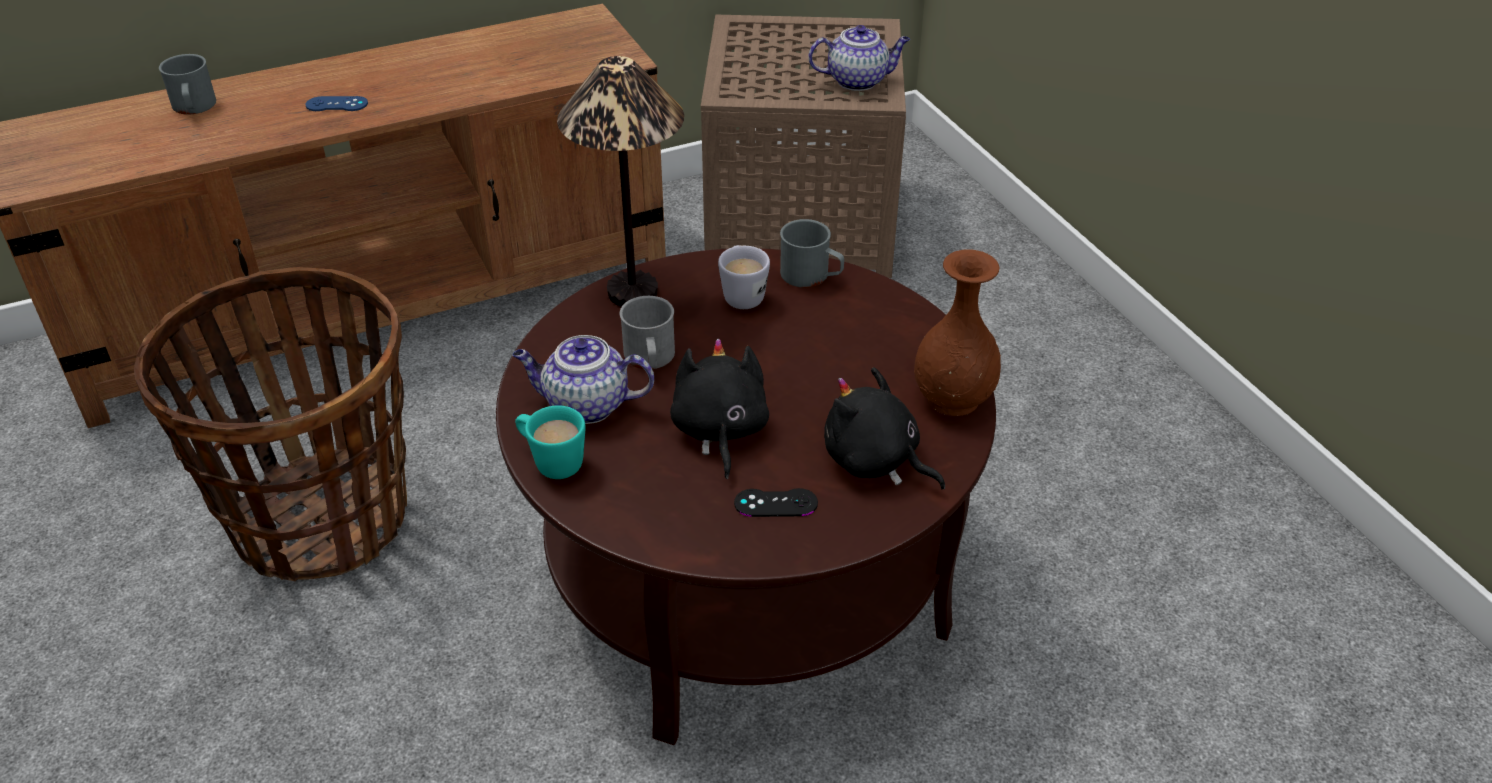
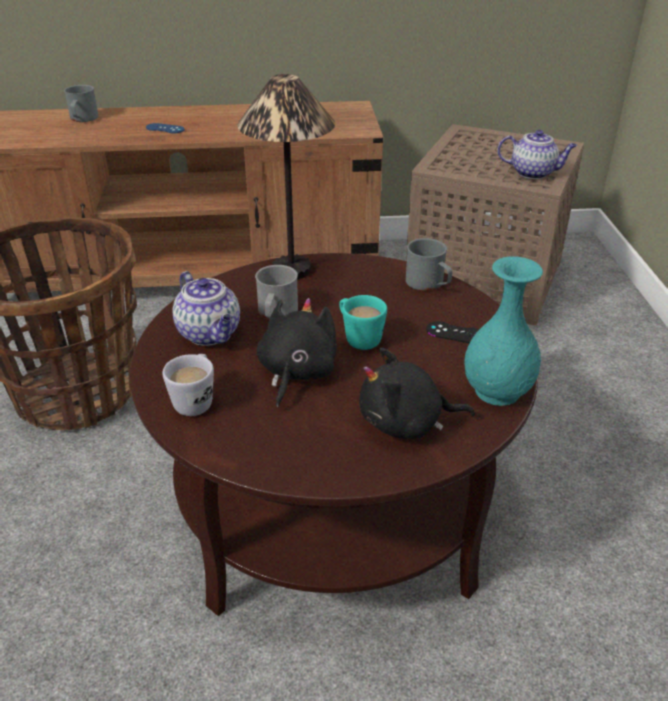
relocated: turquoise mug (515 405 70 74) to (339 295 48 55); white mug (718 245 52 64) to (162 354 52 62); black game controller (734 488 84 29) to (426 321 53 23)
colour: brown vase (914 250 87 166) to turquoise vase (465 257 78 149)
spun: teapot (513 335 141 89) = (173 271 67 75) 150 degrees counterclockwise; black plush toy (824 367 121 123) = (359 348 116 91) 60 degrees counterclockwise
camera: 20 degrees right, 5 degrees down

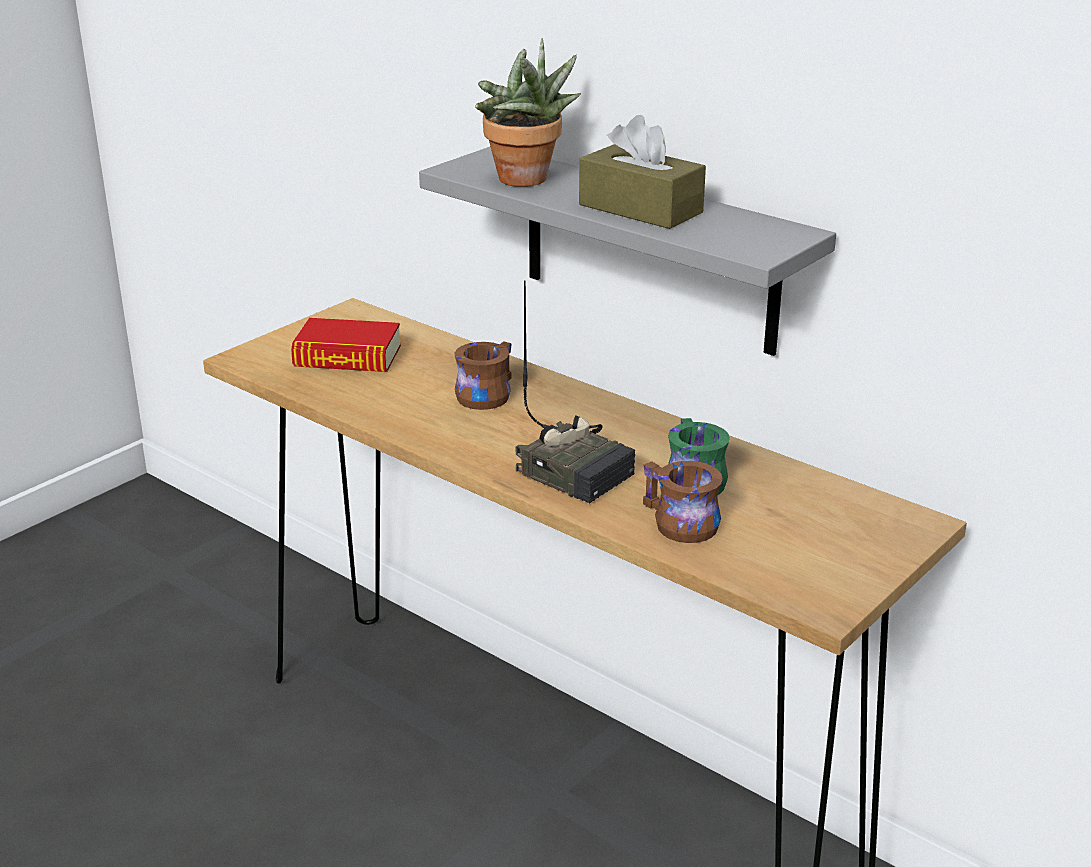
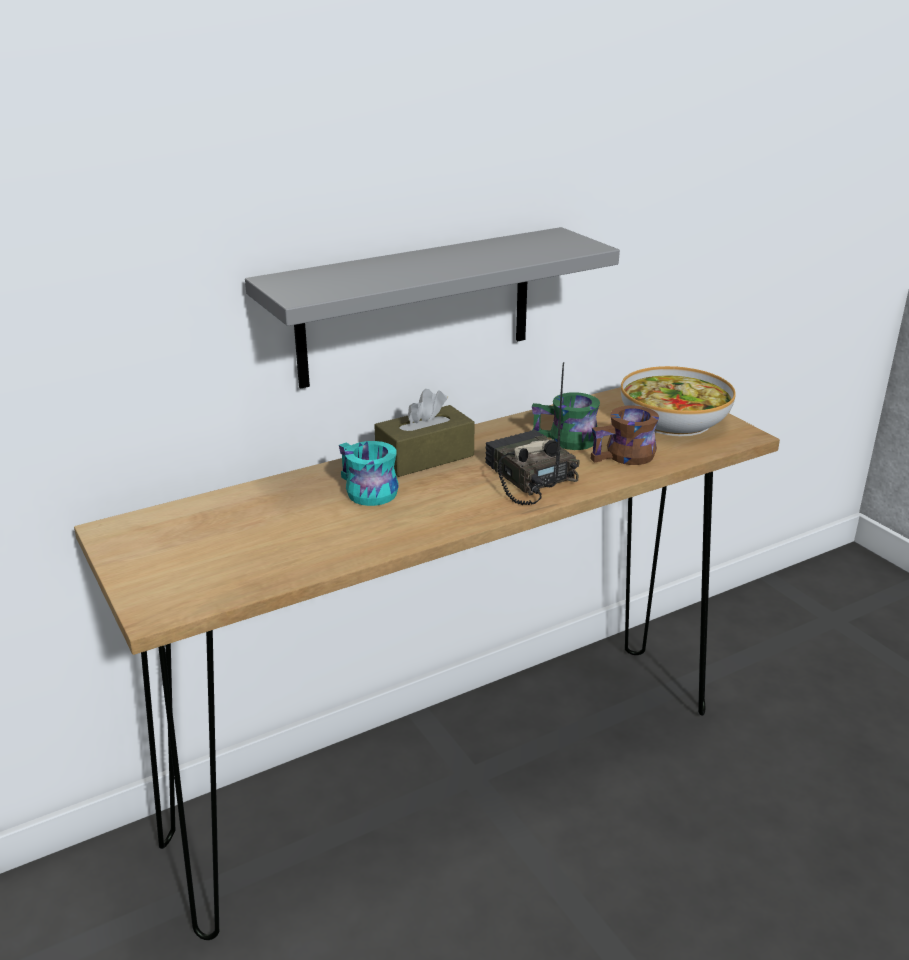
missing: book (291 318 110 54); potted plant (475 38 106 149)
appeared: bowl (621 366 115 71)
relocated: brown tissue box (579 115 127 114) to (374 389 100 88)
colour: brown mug (455 341 57 69) to turquoise mug (339 441 59 65)
spun: radio (515 280 120 223) = (485 362 95 143) 90 degrees counterclockwise
camera: 70 degrees left, 0 degrees up

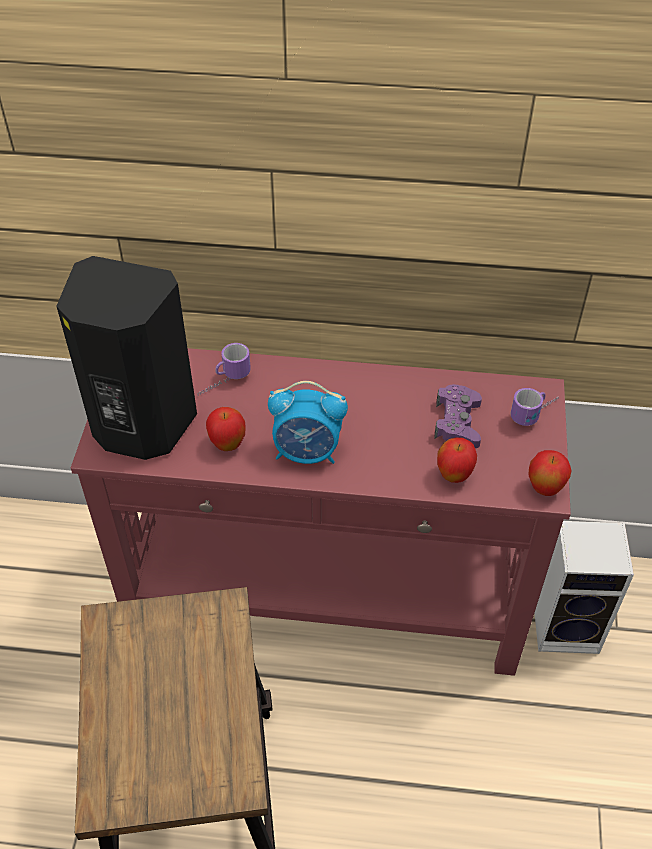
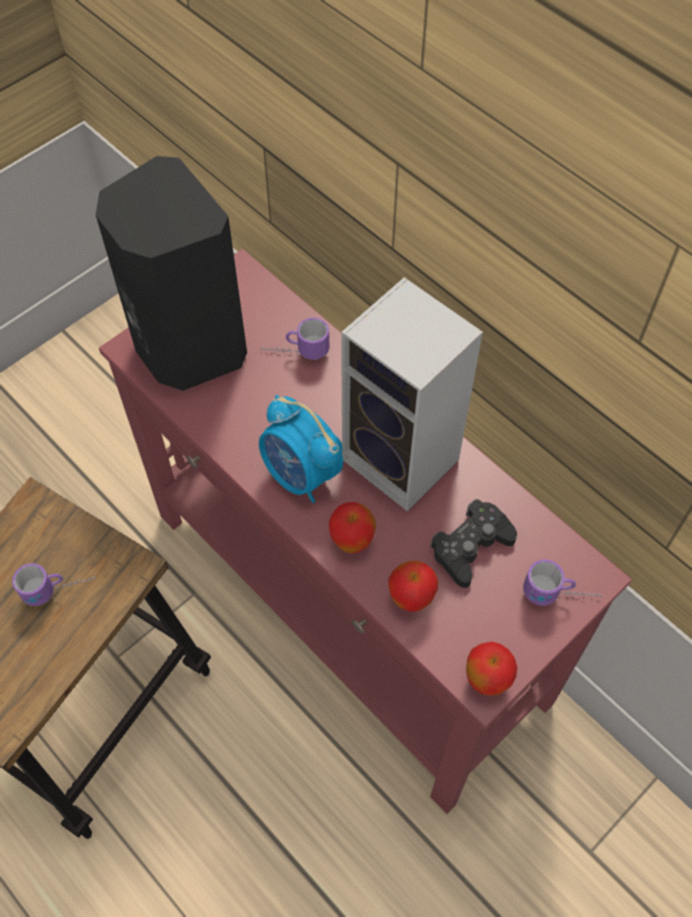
appeared: mug (12 563 84 43)
relocated: apple (206 407 40 44) to (329 502 47 52); speaker (535 521 99 133) to (341 277 142 234)
colour: purple game controller (434 384 48 64) to black game controller (430 499 87 89)
camera: 40 degrees right, 10 degrees up

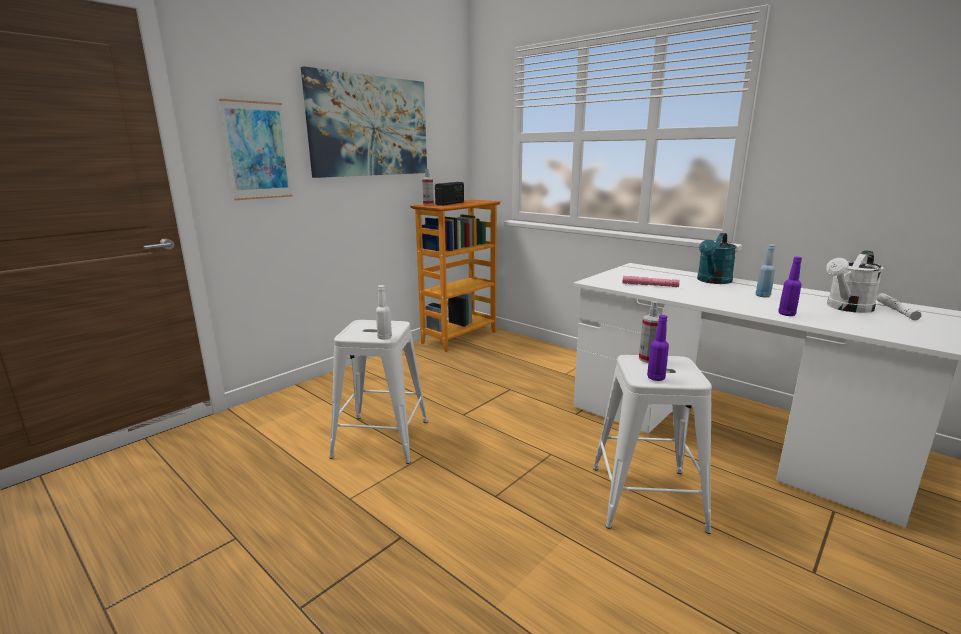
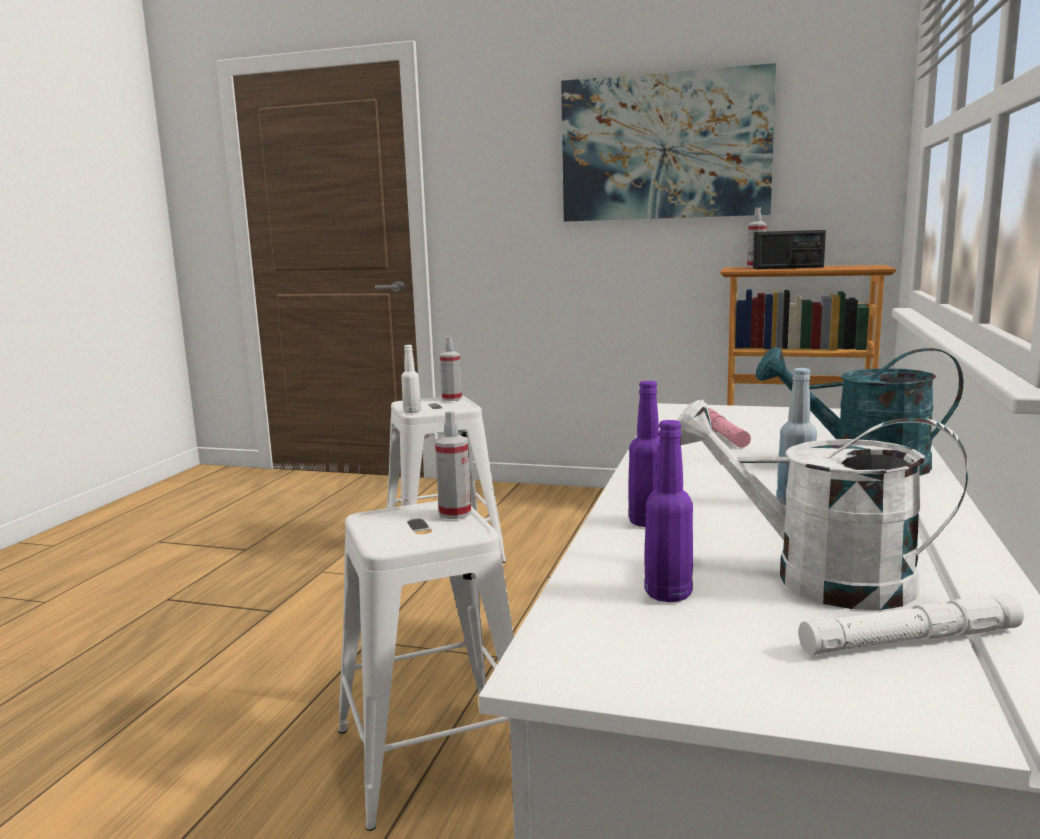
missing: picture (219 99 74 101)
appeared: spray bottle (440 337 22 64)
relocated: purple bottle (647 315 22 66) to (644 420 49 182)
camera: 65 degrees right, 5 degrees down

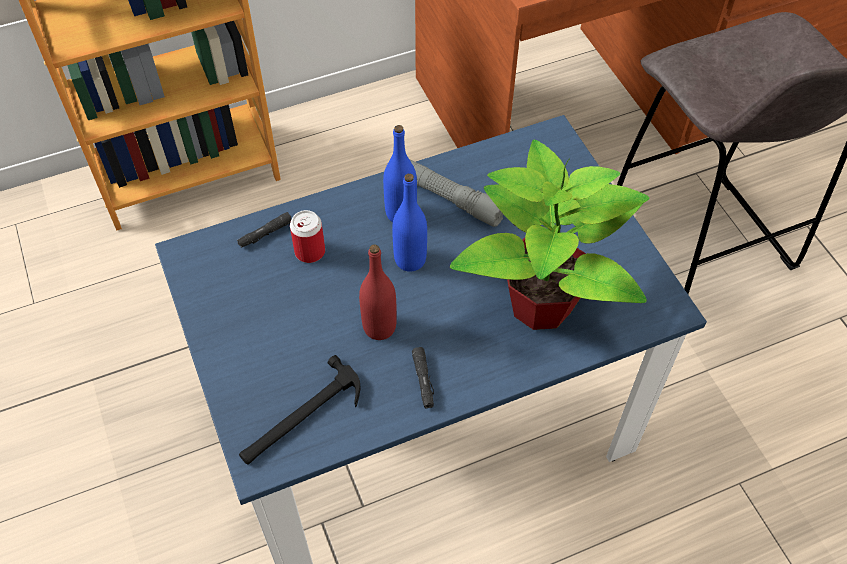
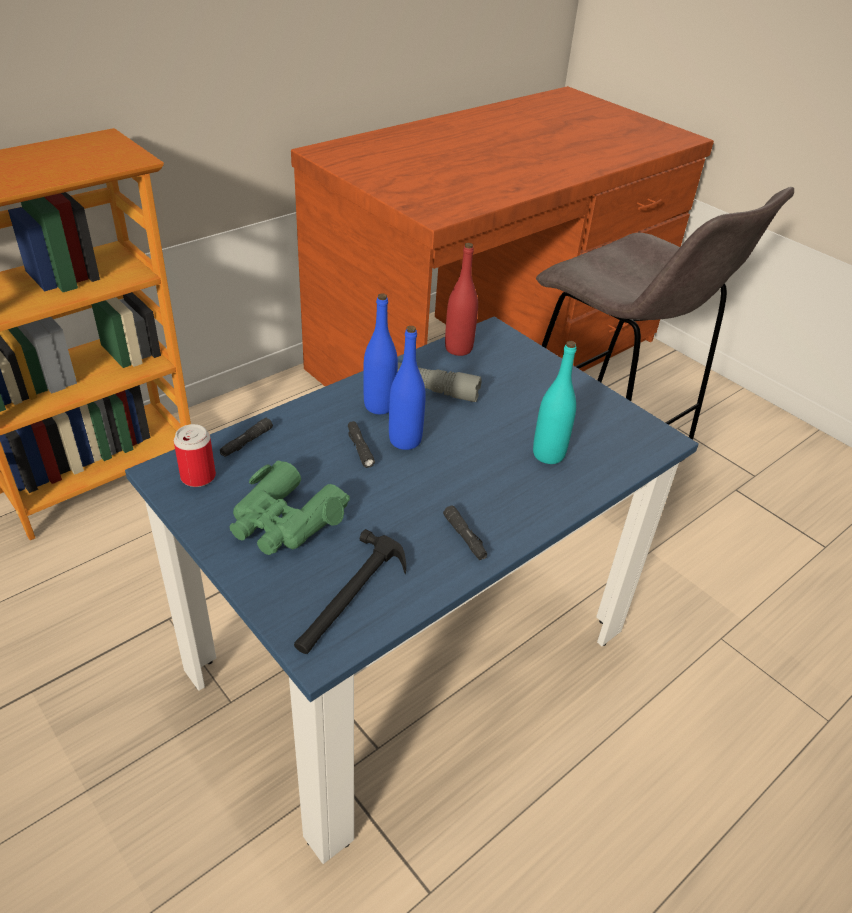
appeared: green binoculars (230 460 120 95); black flashlight (348 421 27 47)
relocated: can (290 210 35 53) to (174 424 42 63); red bottle (359 245 38 95) to (445 243 33 113)
exchanged: potted plant (450 140 199 190) to turquoise bottle (533 341 44 123)
camera: 20 degrees left, 15 degrees down

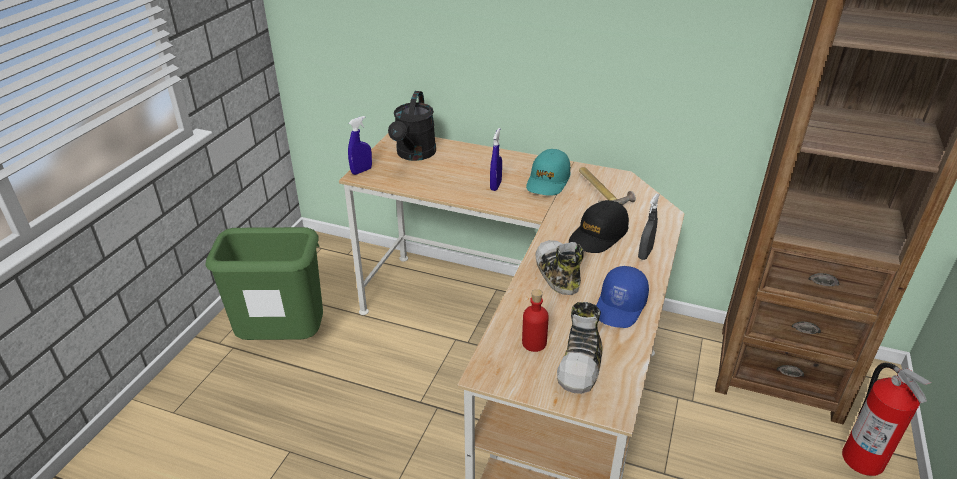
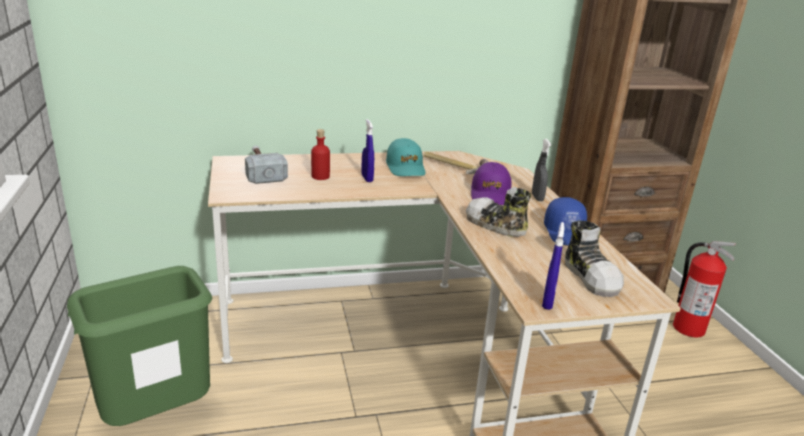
relocated: blue spray bottle (348 116 24 59) to (542 222 23 88); red bottle (522 289 27 63) to (311 129 19 51)
exchanged: black watering can (388 91 48 70) to hammer (245 145 43 39)
colour: black cap (569 200 60 53) to purple cap (471 162 40 43)
camera: 35 degrees left, 10 degrees down

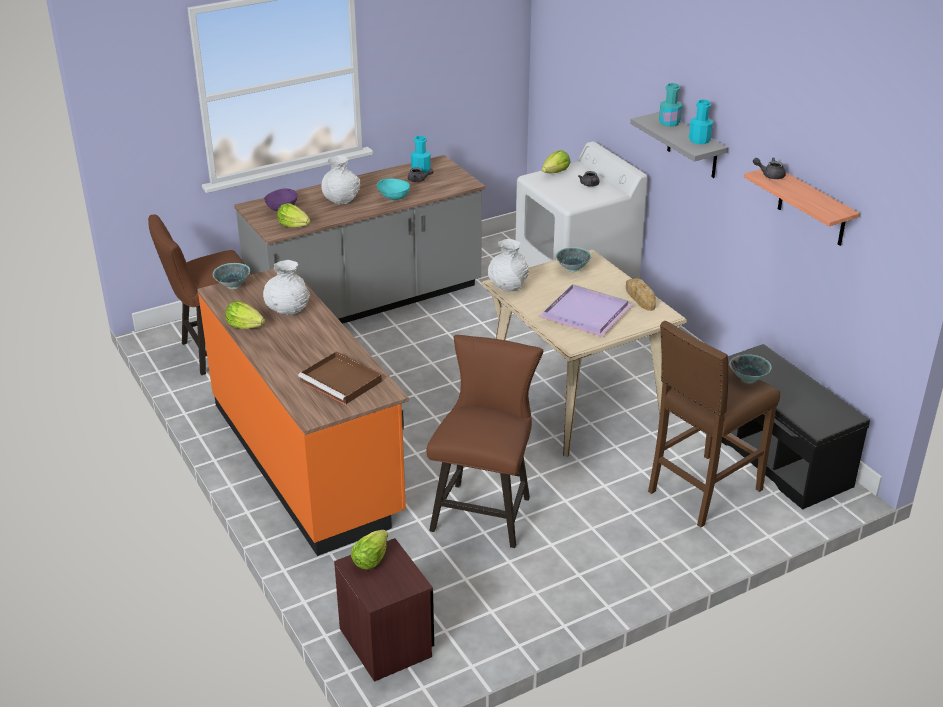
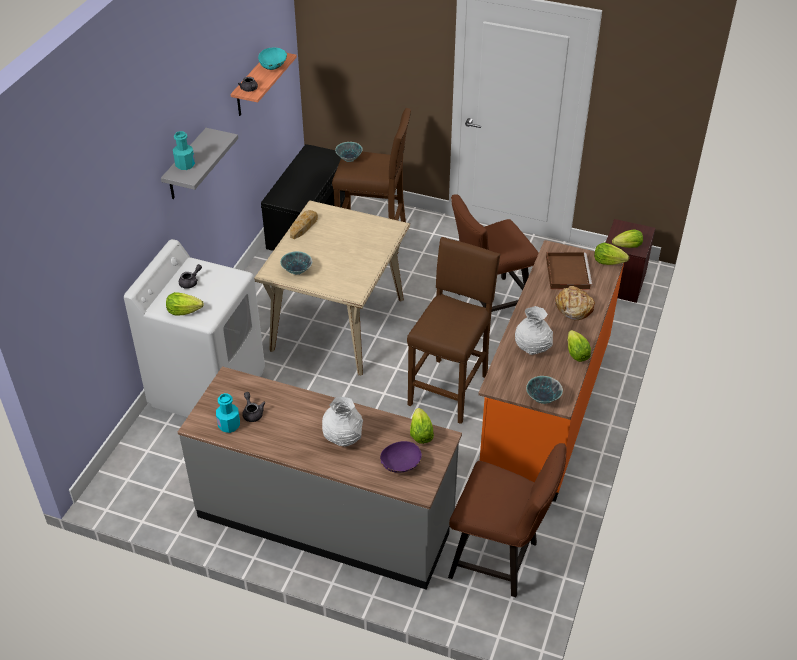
missing: white vase (488 239 41 52); purple tray (538 284 95 53); turquoise bottle (689 99 24 45)
appeared: brown stool (407 237 93 187); bread (555 286 40 34); lettuce (594 243 35 22)
relocated: turquoise bowl (377 178 33 22) to (258 48 29 22)
camera: 130 degrees left, 10 degrees up

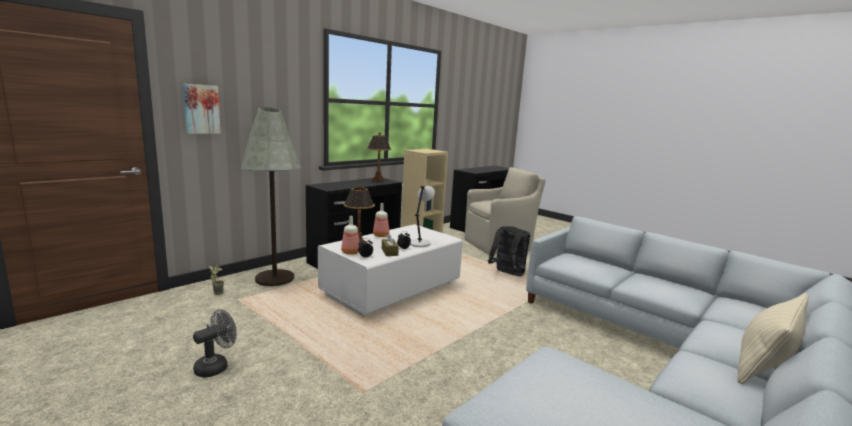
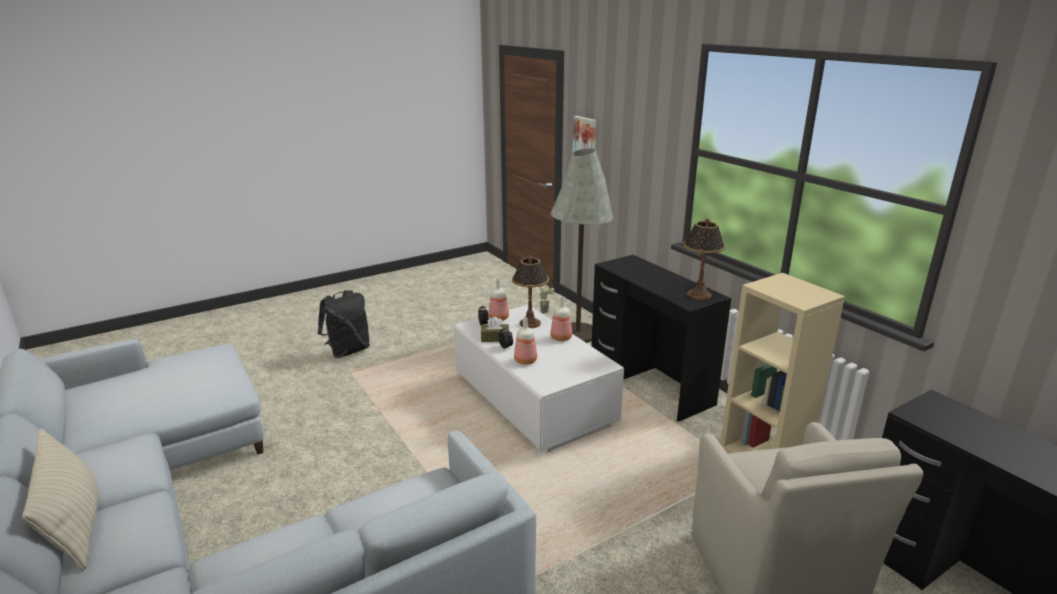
missing: grey fan (193 309 44 69)
relocated: black backpack (488 226 42 50) to (318 290 52 68)
exchanged: grey table lamp (410 186 25 61) to bottle (514 317 23 48)
camera: 105 degrees right, 10 degrees up

